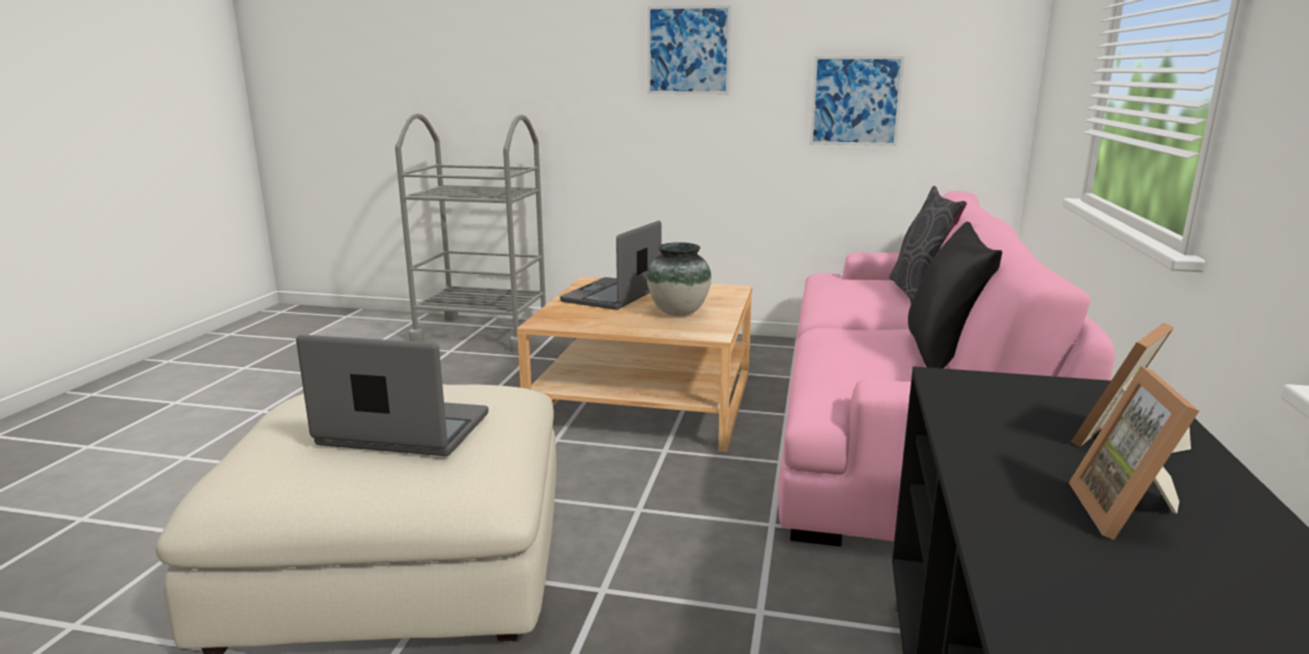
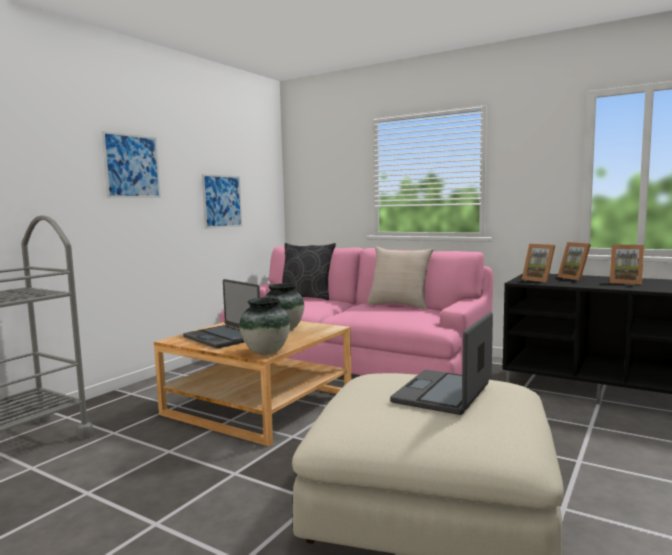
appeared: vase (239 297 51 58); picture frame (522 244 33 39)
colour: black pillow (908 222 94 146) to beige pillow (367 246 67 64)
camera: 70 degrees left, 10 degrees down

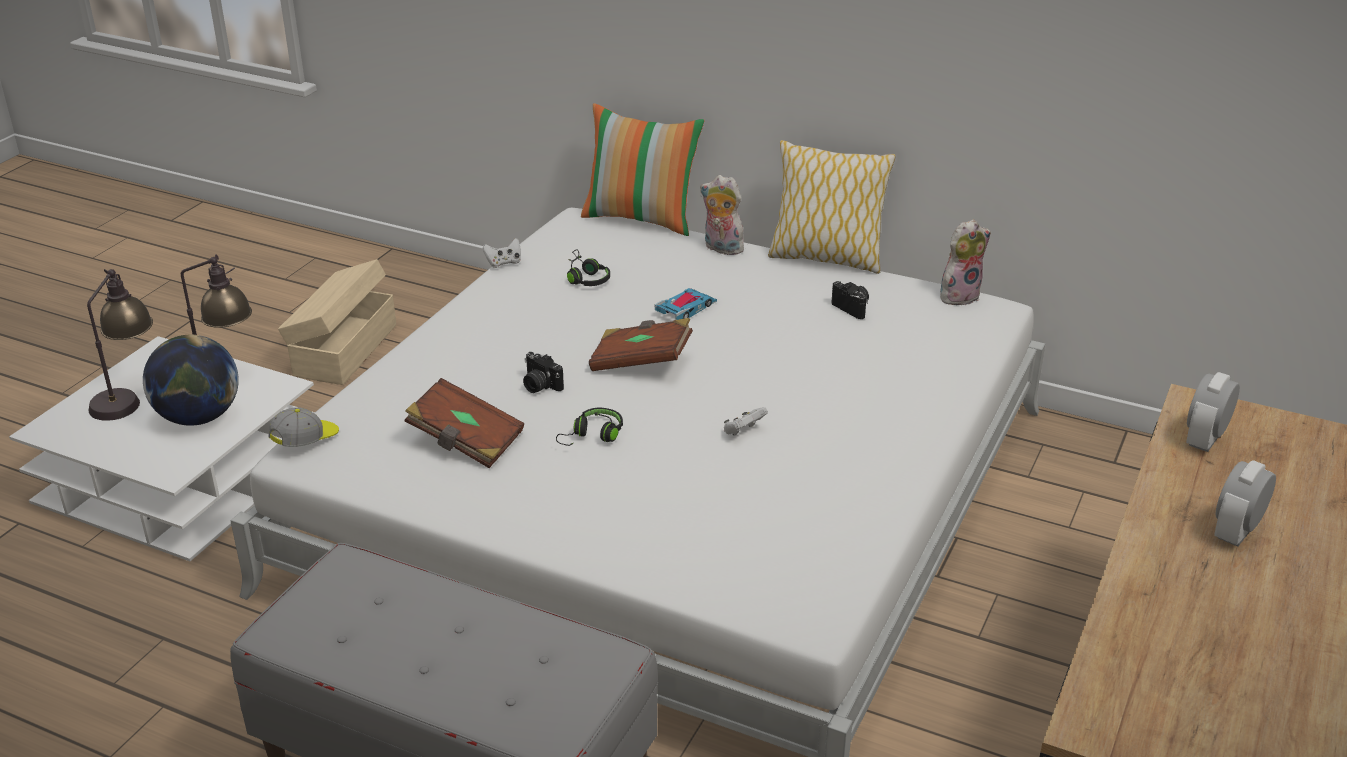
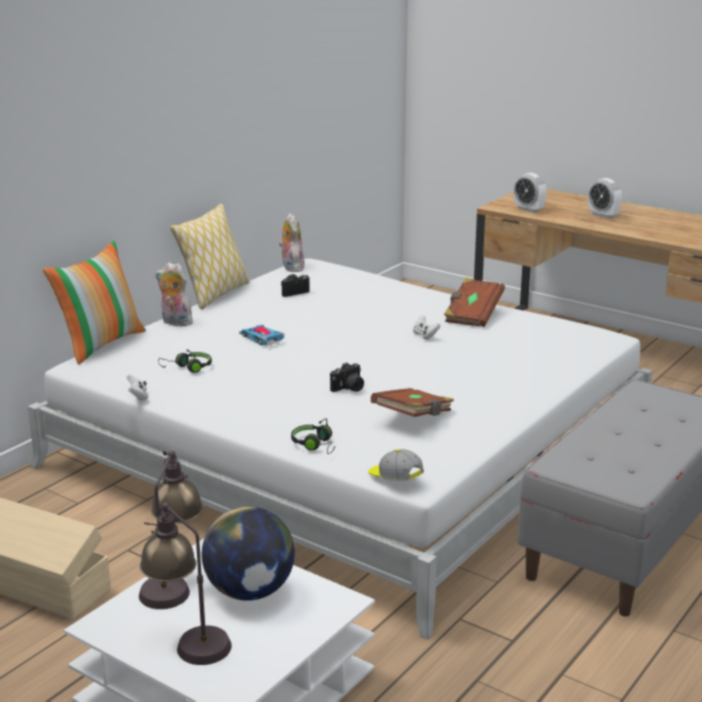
relocated: black headphones (556 408 67 38) to (291 419 45 35); brown book (589 318 104 53) to (444 277 61 50)
spun: plush toy (700 175 46 80) = (156 262 37 64) 75 degrees clockwise
camera: 80 degrees left, 10 degrees down

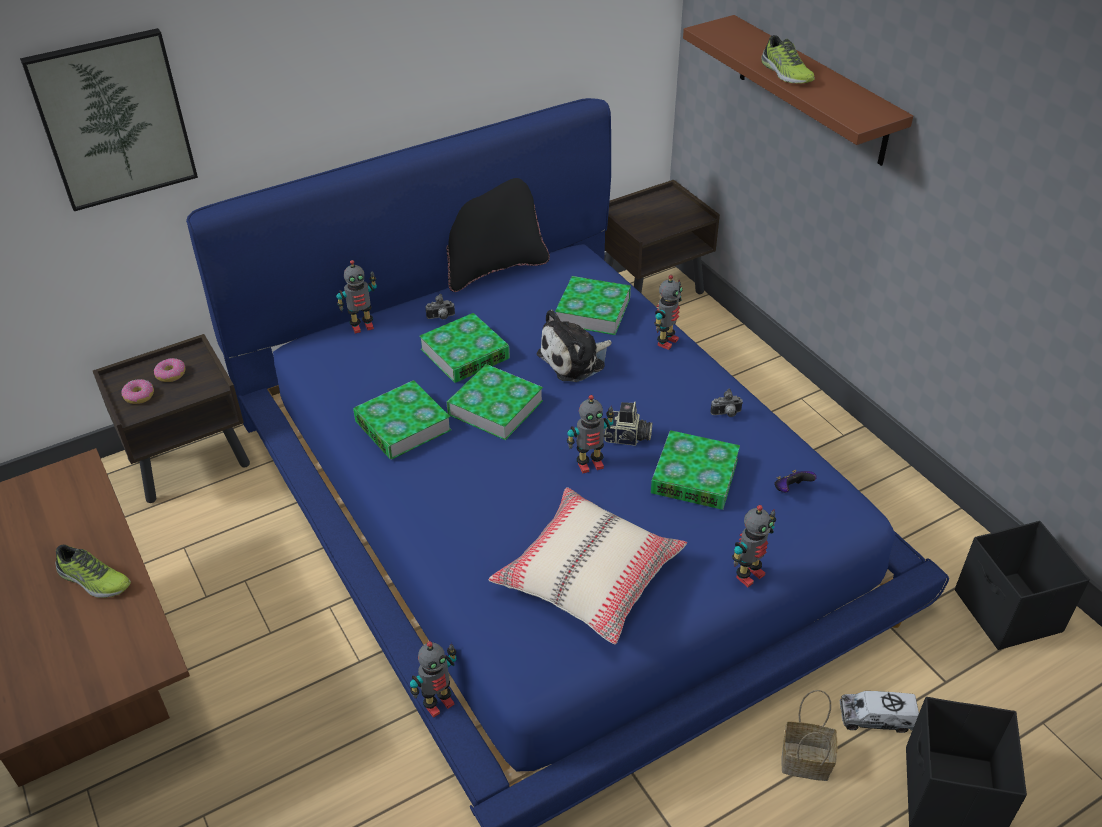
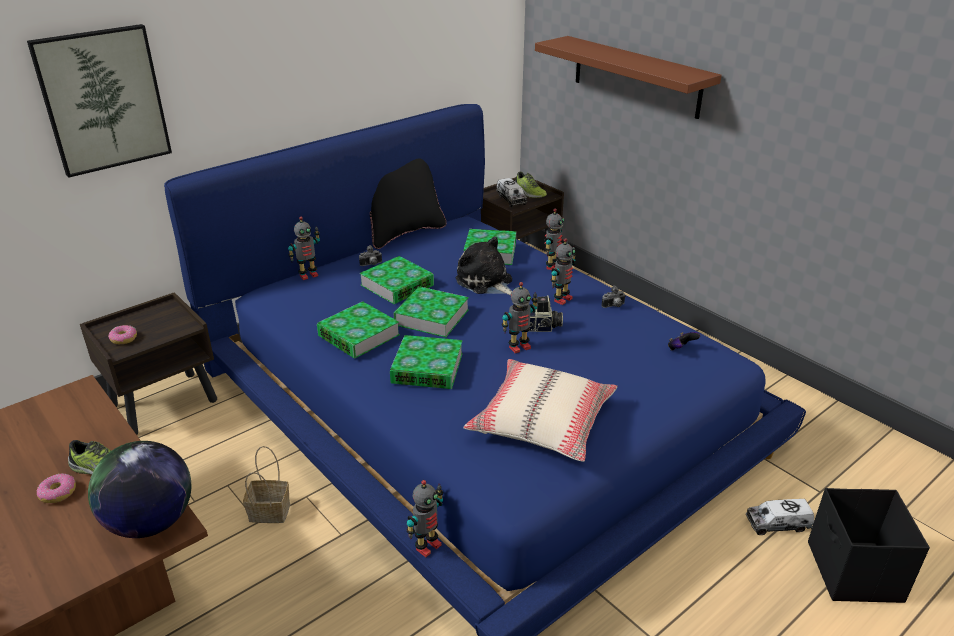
missing: black storage box (955 521 135 129)
appeared: globe (88 441 103 97); toy truck (496 178 31 29)
relocated: donut (154 358 31 24) to (37 473 39 30); book (651 430 89 80) to (390 335 73 54); toy robot (732 505 44 82) to (551 238 25 67); shoe (761 35 54 49) to (515 172 32 26); basket (782 690 56 91) to (243 446 47 77)
spun: plush toy (537 309 75 73) = (456 237 56 58) 90 degrees clockwise
camera: 10 degrees left, 10 degrees down

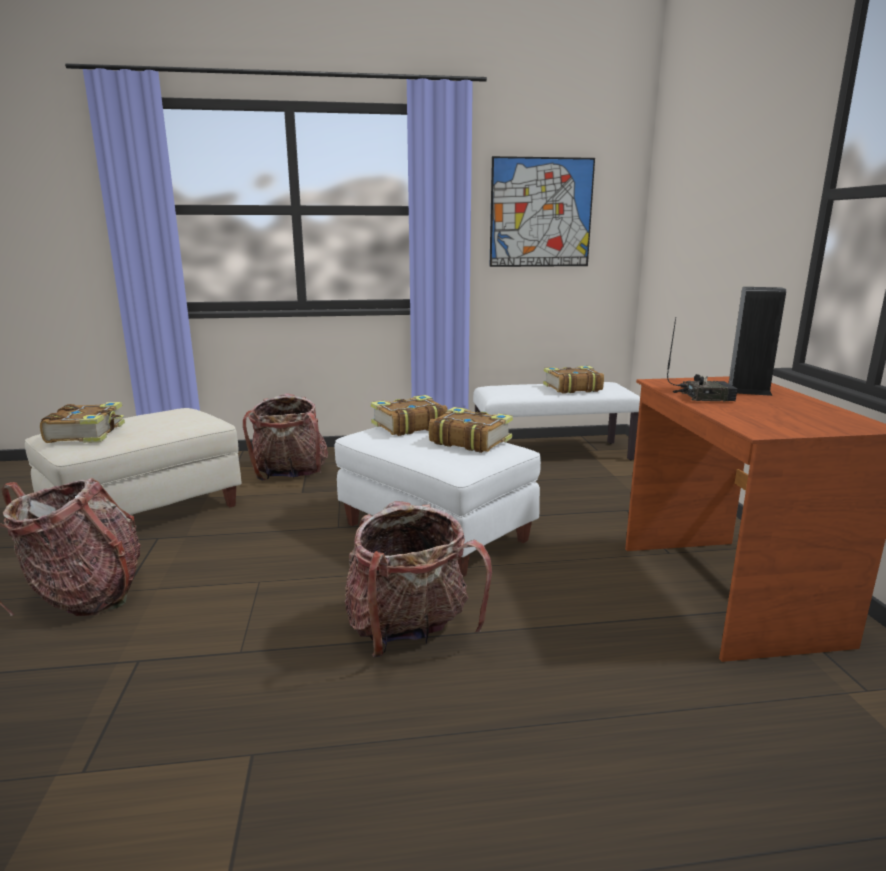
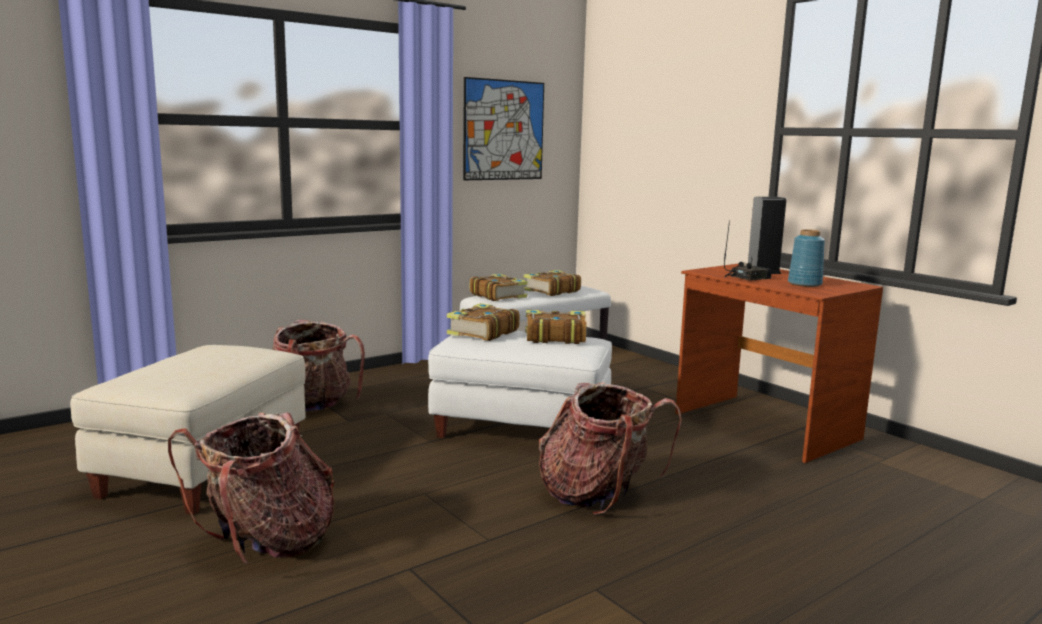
appeared: blue vase (788 229 37 58)
relocated: book (40 402 85 41) to (470 274 58 27)
camera: 30 degrees left, 5 degrees down

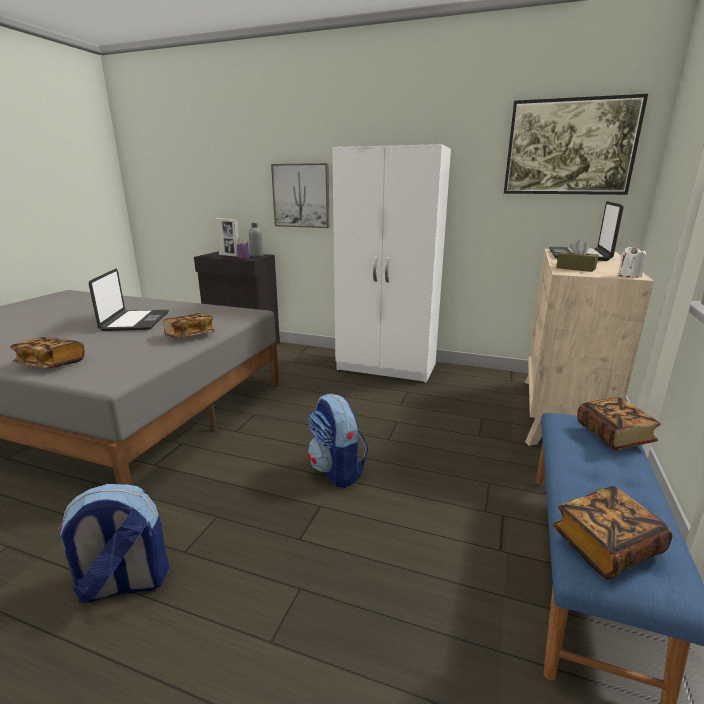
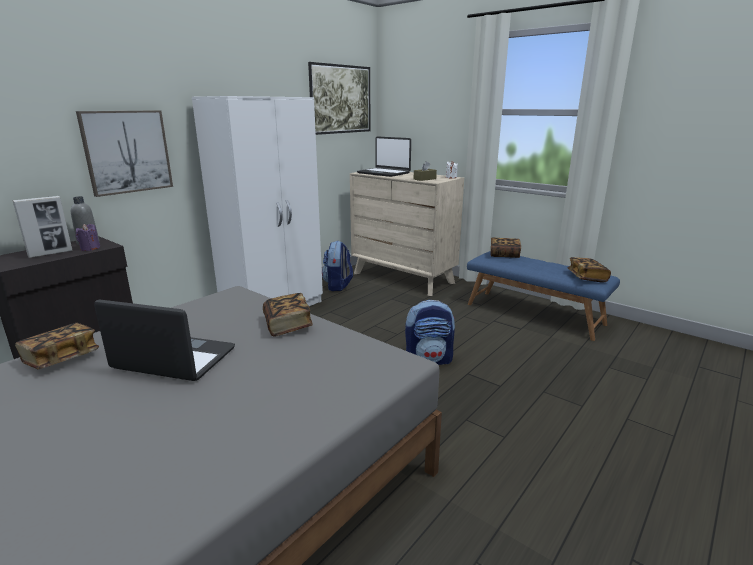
relocated: book (10 337 75 31) to (15 323 84 46); backpack (57 484 112 120) to (322 241 31 50)
camera: 70 degrees left, 0 degrees up

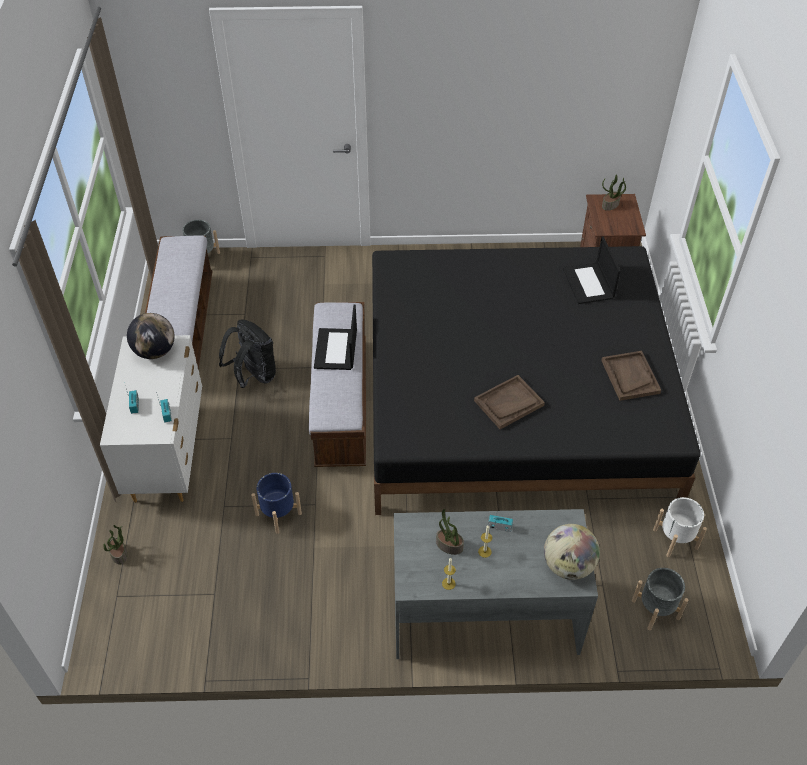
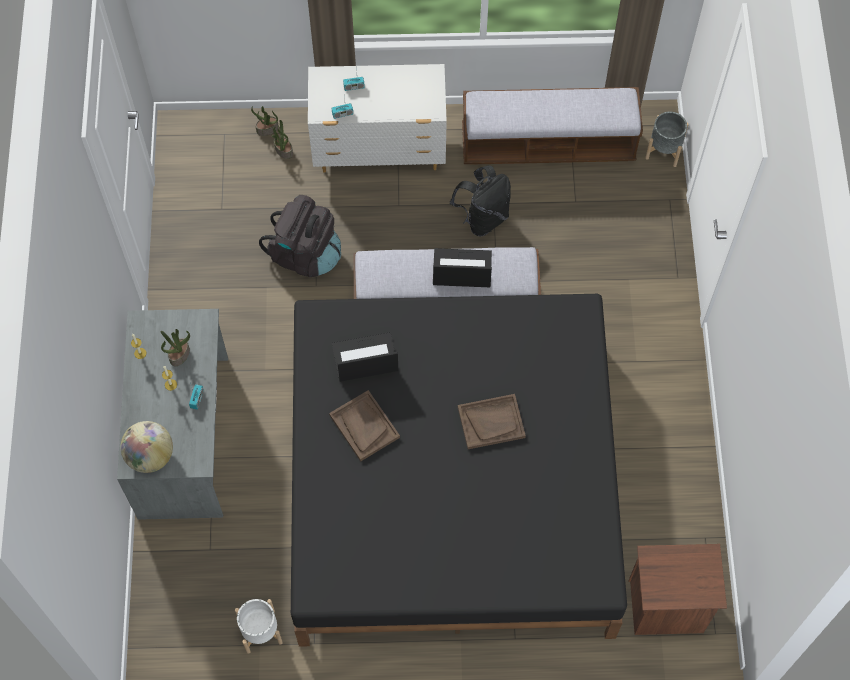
missing: globe (127 313 48 46); grey planter (632 568 57 62)
relocated: laptop (563 237 58 67) to (332 332 67 50); brown tray (601 351 60 50) to (458 394 68 55); potted plant (602 174 24 37) to (272 120 21 39)
exchanged: blue planter (251 473 51 61) to black backpack (259 195 82 82)
camera: 90 degrees right, 15 degrees up

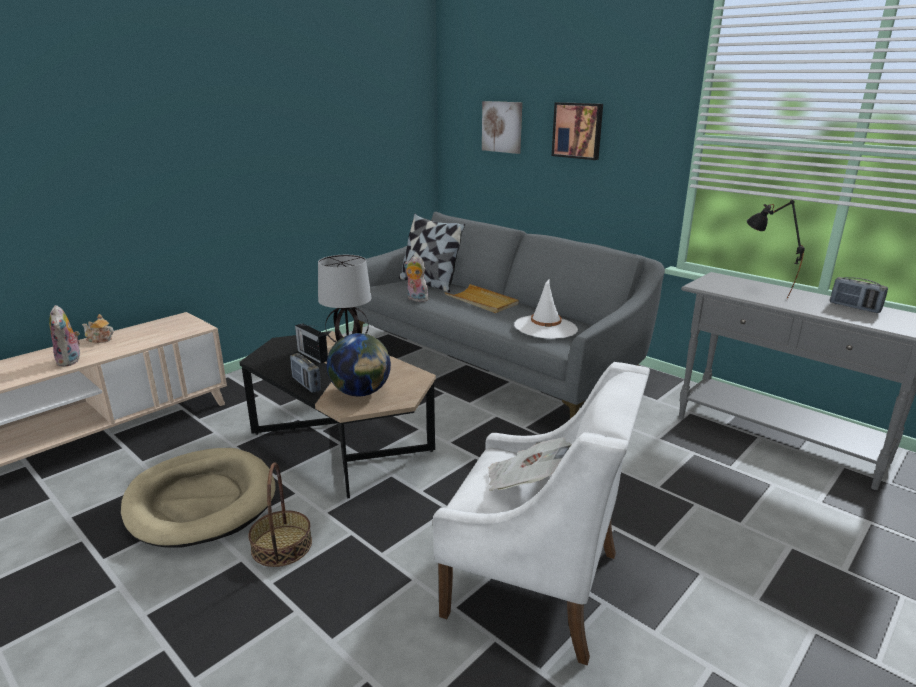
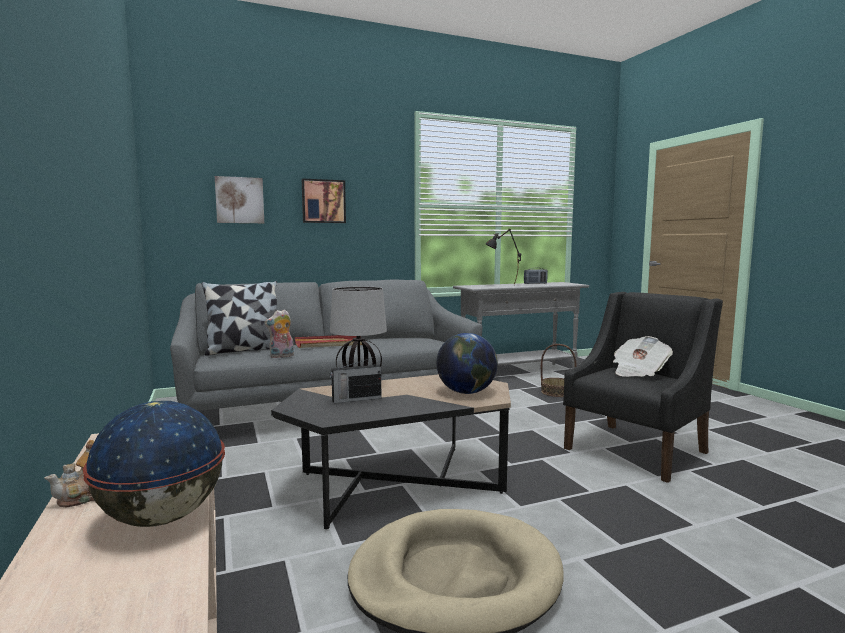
missing: radio (290 353 31 40); white hat (514 280 64 59)
relocated: basket (248 462 64 105) to (541 344 35 53)
exchanged: plush toy (49 305 31 62) to globe (83 401 142 126)
colour: white armchair (433 362 217 303) to black armchair (563 292 160 191); beige tray (445 284 74 29) to red tray (295 335 67 13)
camera: 65 degrees left, 15 degrees down

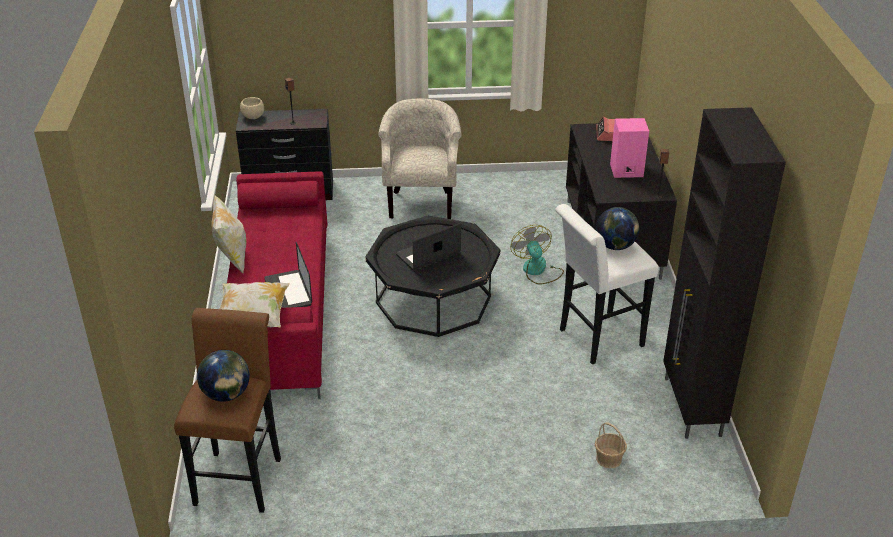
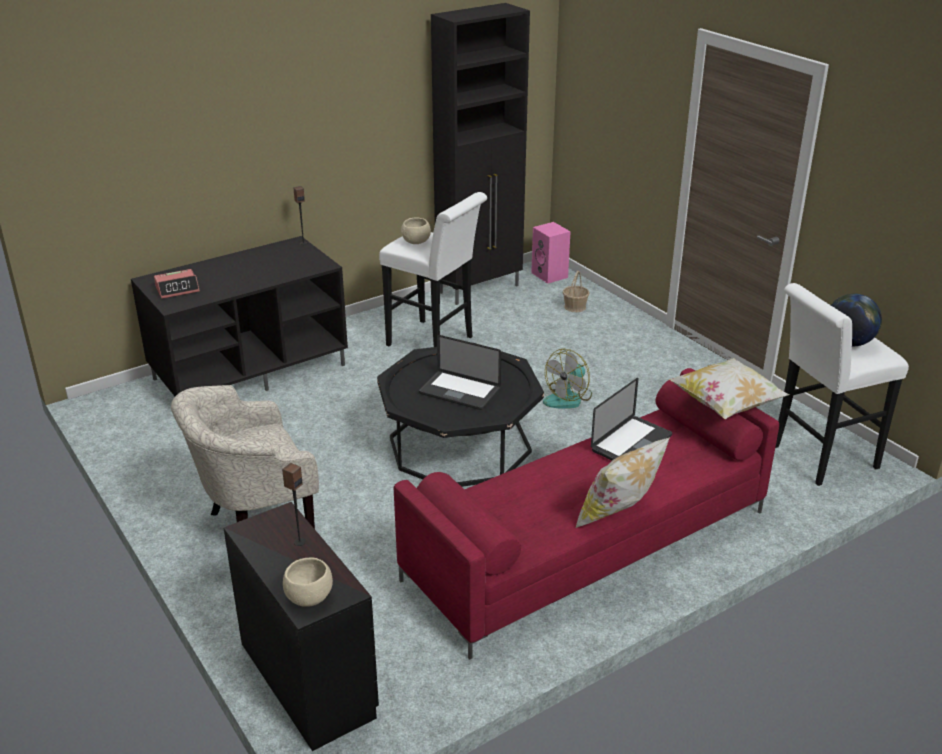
relocated: fan (511 225 53 59) to (543 349 49 60); pink speaker (610 118 39 60) to (531 222 40 62)
exchanged: globe (596 207 43 43) to beige bowl (401 217 30 27)
colour: brown stool (174 308 107 205) to white stool (775 283 134 203)
camera: 120 degrees left, 5 degrees down

